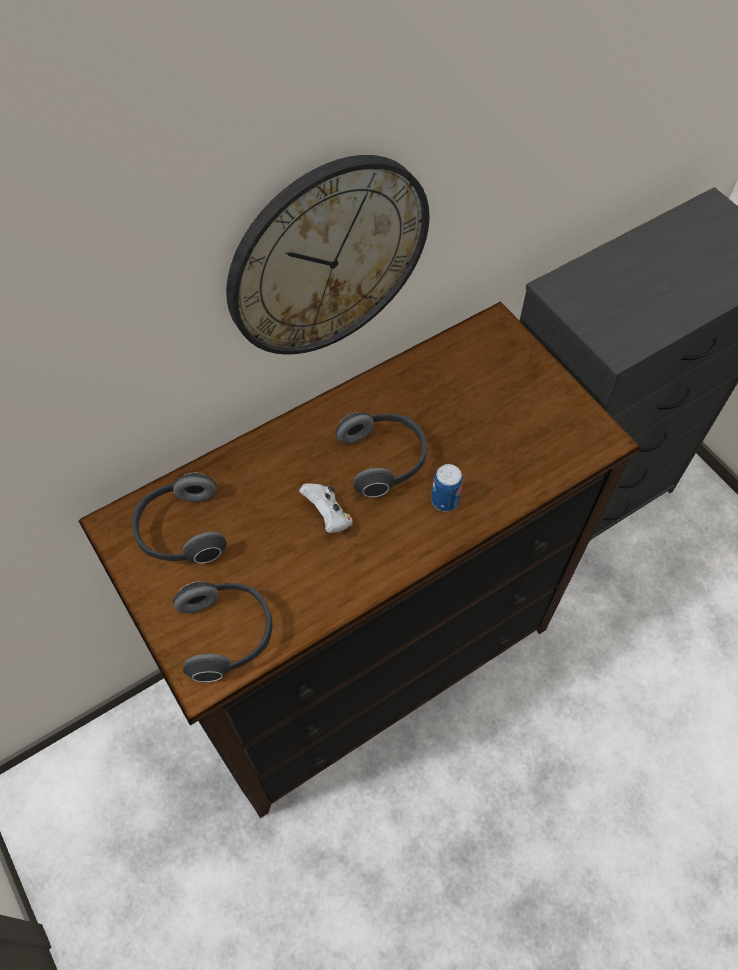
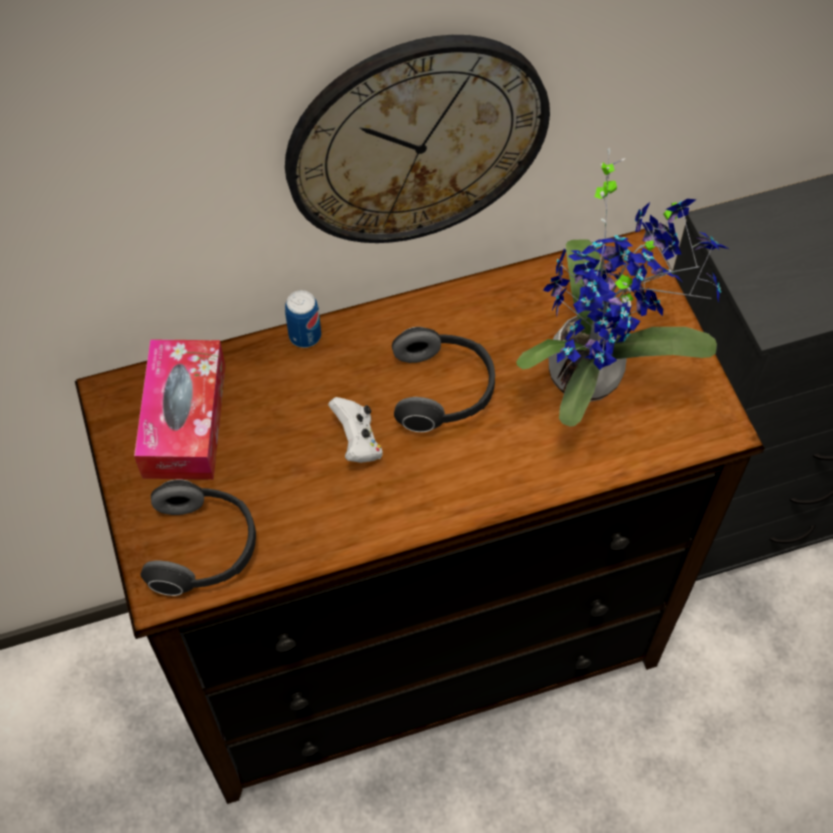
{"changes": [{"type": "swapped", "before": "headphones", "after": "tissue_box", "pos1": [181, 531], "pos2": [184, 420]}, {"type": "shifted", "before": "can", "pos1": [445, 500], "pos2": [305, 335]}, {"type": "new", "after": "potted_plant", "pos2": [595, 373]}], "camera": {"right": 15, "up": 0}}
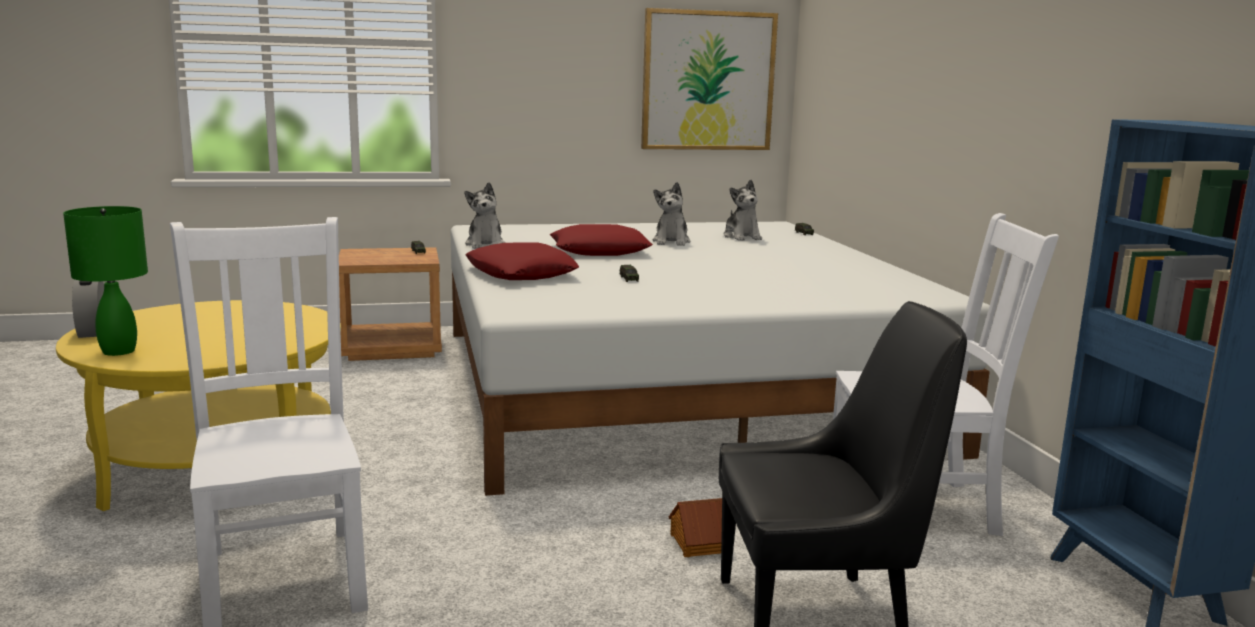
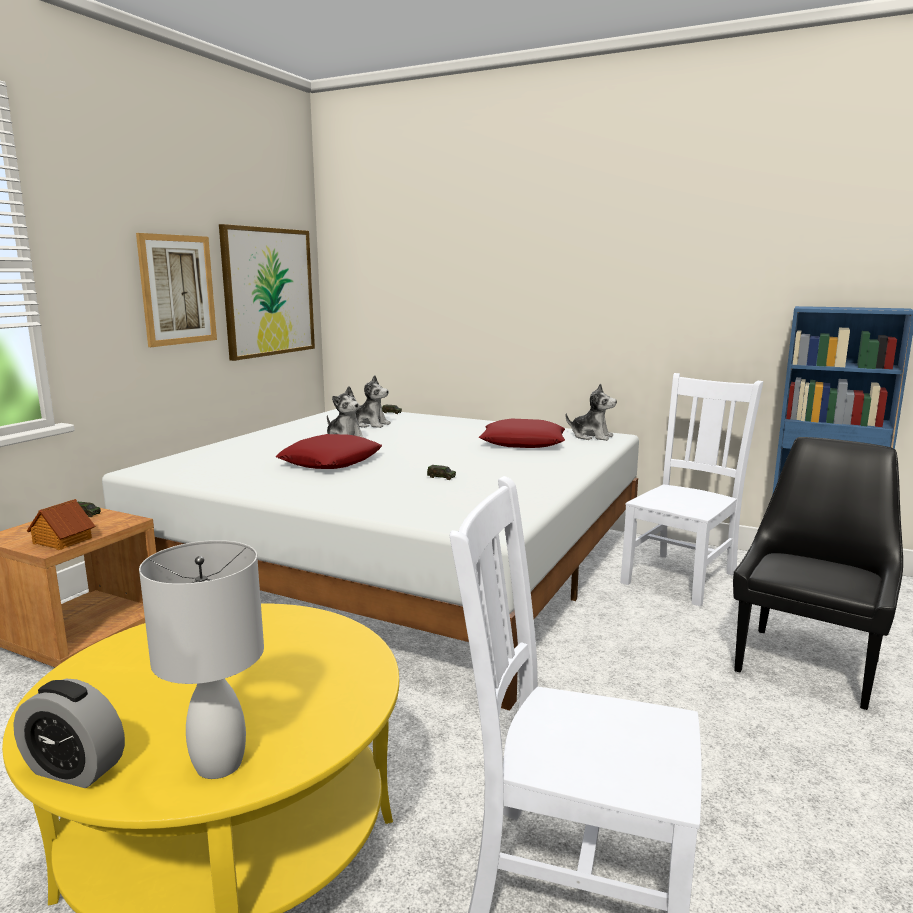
{"changes": [{"type": "repainted", "before": "green_table_lamp", "after": "white_table_lamp", "pos1": [117, 351], "pos2": [217, 765]}, {"type": "shifted", "before": "plush_toy", "pos1": [485, 245], "pos2": [591, 436]}, {"type": "shifted", "before": "red_pillow", "pos1": [520, 273], "pos2": [522, 442]}, {"type": "shifted", "before": "toy_house", "pos1": [698, 543], "pos2": [62, 541]}, {"type": "new", "after": "picture", "pos2": [177, 290]}], "camera": {"right": -50, "up": 0}}
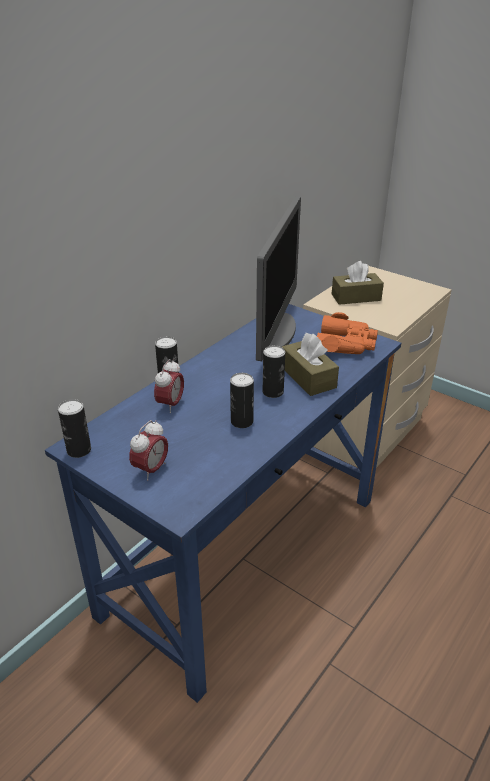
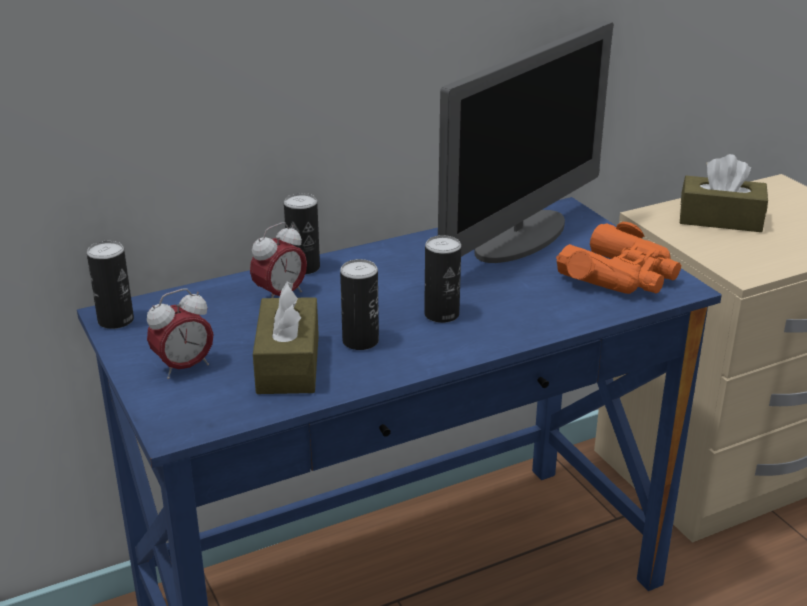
{"changes": [{"type": "shifted", "before": "brown_tissue_box", "pos1": [308, 377], "pos2": [288, 364]}], "camera": {"right": 25, "up": -5}}
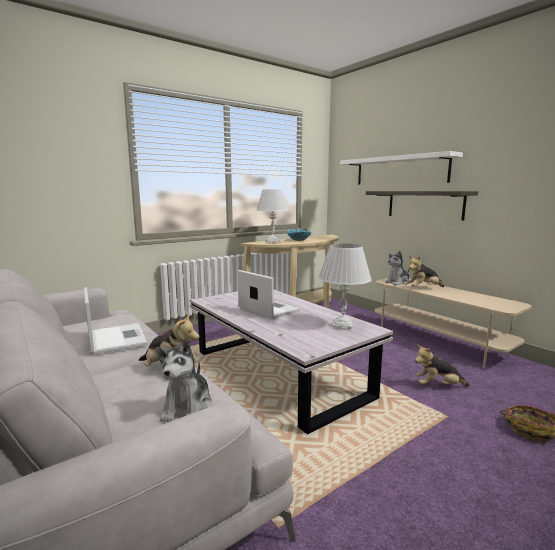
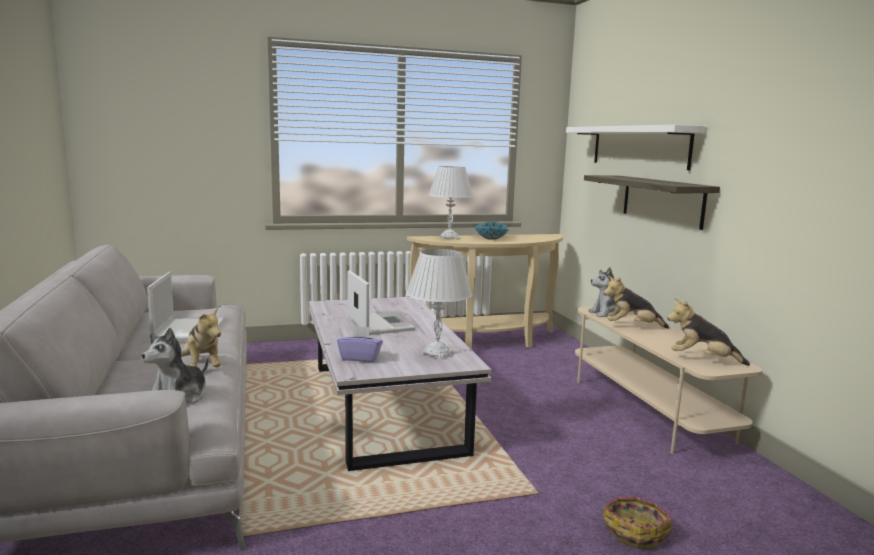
{"changes": [{"type": "shifted", "before": "plush_toy", "pos1": [438, 386], "pos2": [702, 359]}, {"type": "new", "after": "purple_tissue_box", "pos2": [360, 358]}], "camera": {"right": 20, "up": 0}}
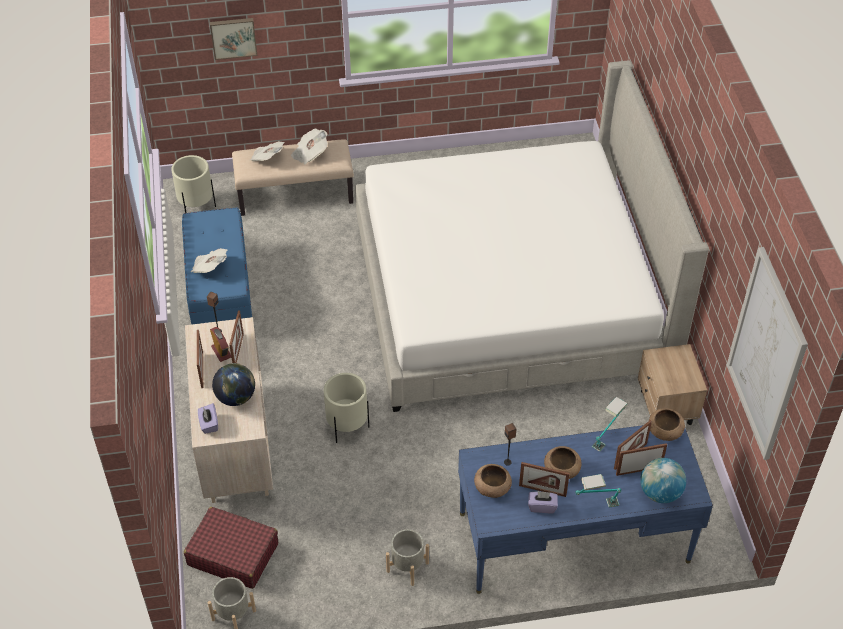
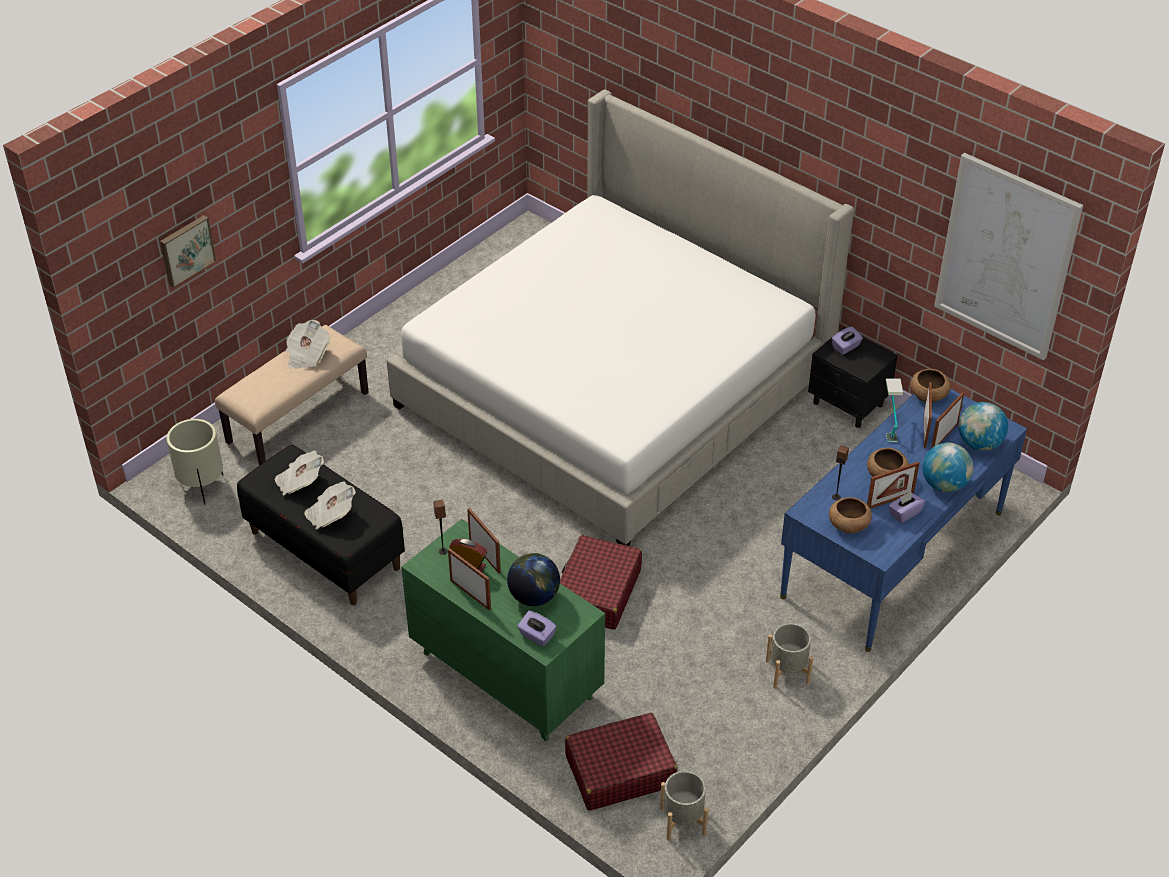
{"changes": [{"type": "repainted", "before": "blue_bench", "after": "black_bench", "pos1": [220, 291], "pos2": [324, 550]}, {"type": "repainted", "before": "beige_dresser", "after": "green_dresser", "pos1": [235, 443], "pos2": [505, 675]}, {"type": "shifted", "before": "newspaper", "pos1": [267, 158], "pos2": [300, 482]}, {"type": "swapped", "before": "beige_planter", "after": "red_suitcase", "pos1": [347, 427], "pos2": [597, 592]}, {"type": "swapped", "before": "table_lamp", "after": "globe", "pos1": [596, 505], "pos2": [944, 485]}, {"type": "repainted", "before": "beige_nightstand", "after": "black_nightstand", "pos1": [666, 407], "pos2": [848, 404]}, {"type": "new", "after": "purple_tissue_box", "pos2": [846, 347]}], "camera": {"right": -40, "up": -5}}
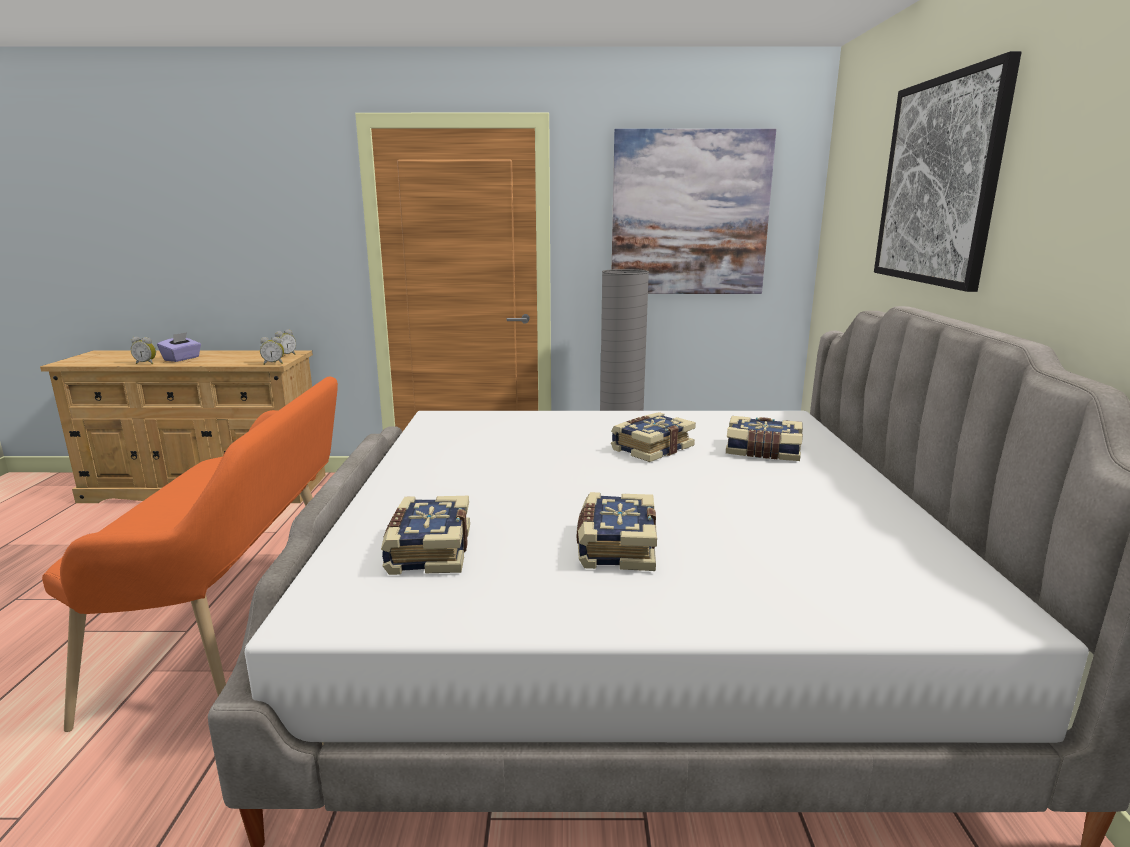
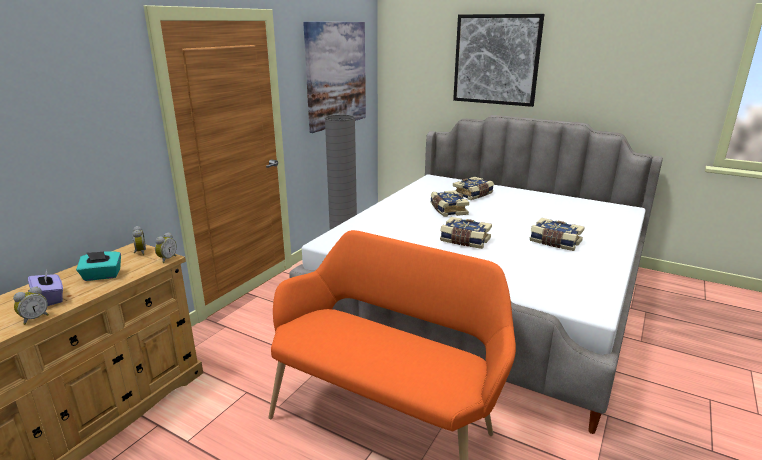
{"changes": [{"type": "shifted", "before": "book", "pos1": [427, 551], "pos2": [465, 241]}, {"type": "new", "after": "turquoise_tissue_box", "pos2": [102, 276]}], "camera": {"right": -60, "up": 5}}
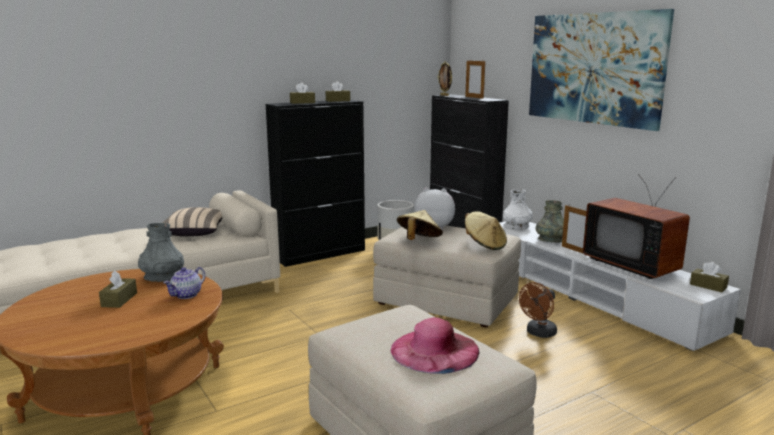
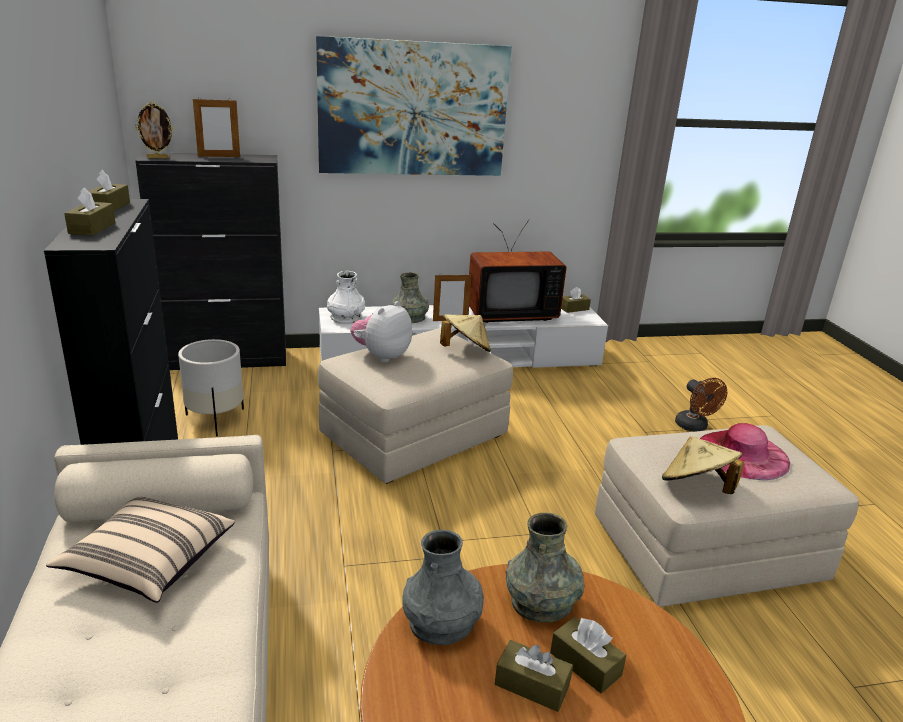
{"changes": [{"type": "swapped", "before": "teapot", "after": "grey_vase", "pos1": [186, 295], "pos2": [541, 601]}, {"type": "shifted", "before": "beige_hat", "pos1": [418, 241], "pos2": [696, 487]}, {"type": "shifted", "before": "brown_fan", "pos1": [538, 333], "pos2": [694, 427]}, {"type": "new", "after": "brown_tissue_box", "pos2": [585, 664]}], "camera": {"right": -70, "up": 10}}
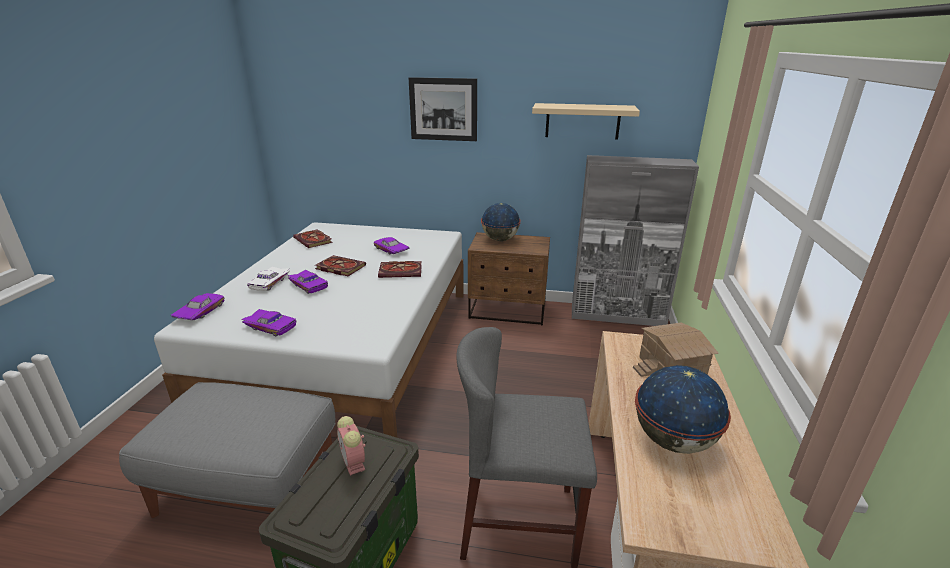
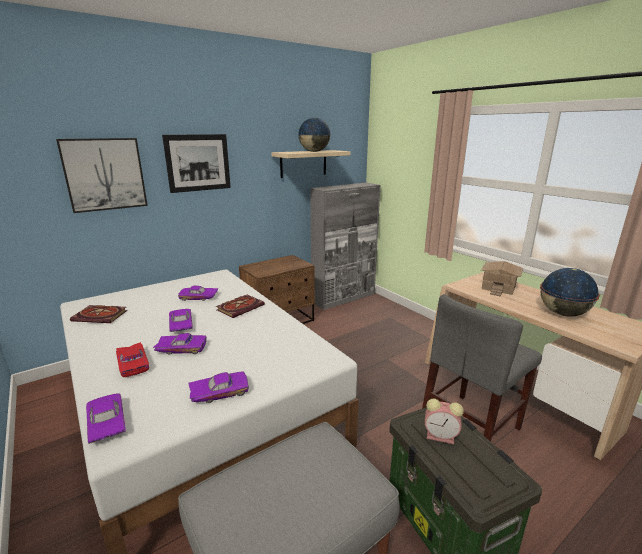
{"changes": [{"type": "repainted", "before": "white_toy_car", "after": "red_toy_car", "pos1": [271, 283], "pos2": [135, 363]}, {"type": "swapped", "before": "book", "after": "purple_toy_car", "pos1": [339, 267], "pos2": [180, 325]}, {"type": "shifted", "before": "globe", "pos1": [500, 240], "pos2": [314, 151]}, {"type": "new", "after": "picture", "pos2": [104, 174]}], "camera": {"right": -45, "up": -5}}
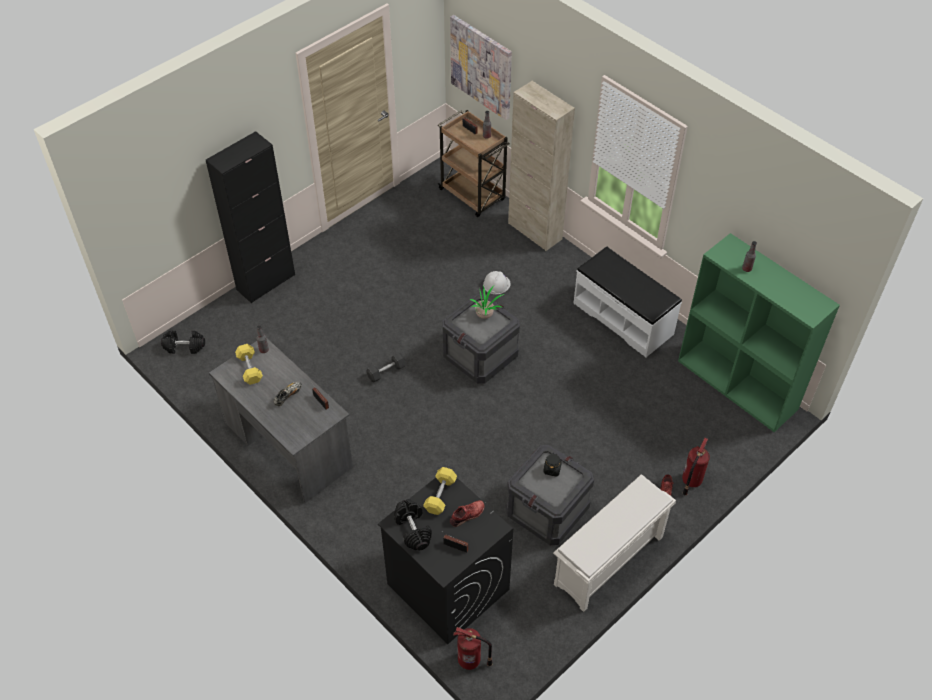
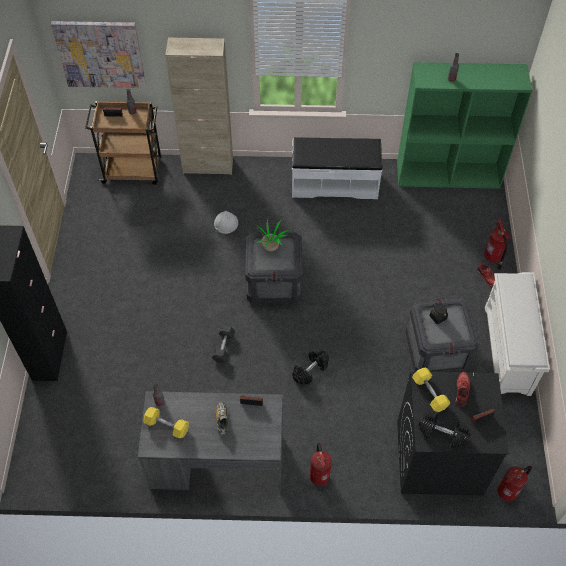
{"changes": [{"type": "shifted", "before": "black_dumbbell", "pos1": [184, 346], "pos2": [310, 370]}, {"type": "new", "after": "fire_extinguisher", "pos2": [319, 475]}], "camera": {"right": -45, "up": 5}}
